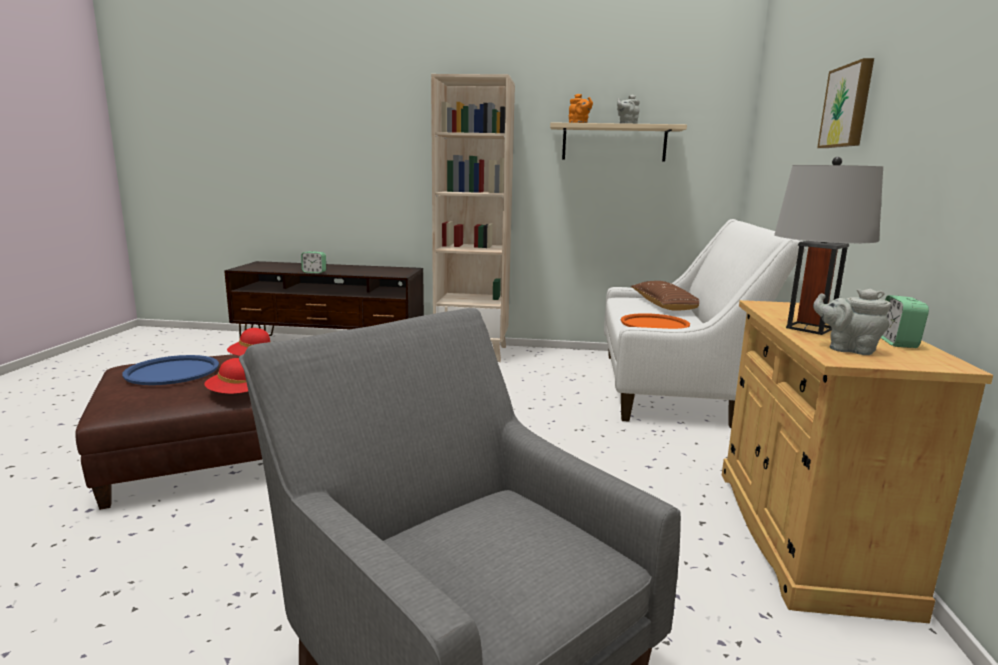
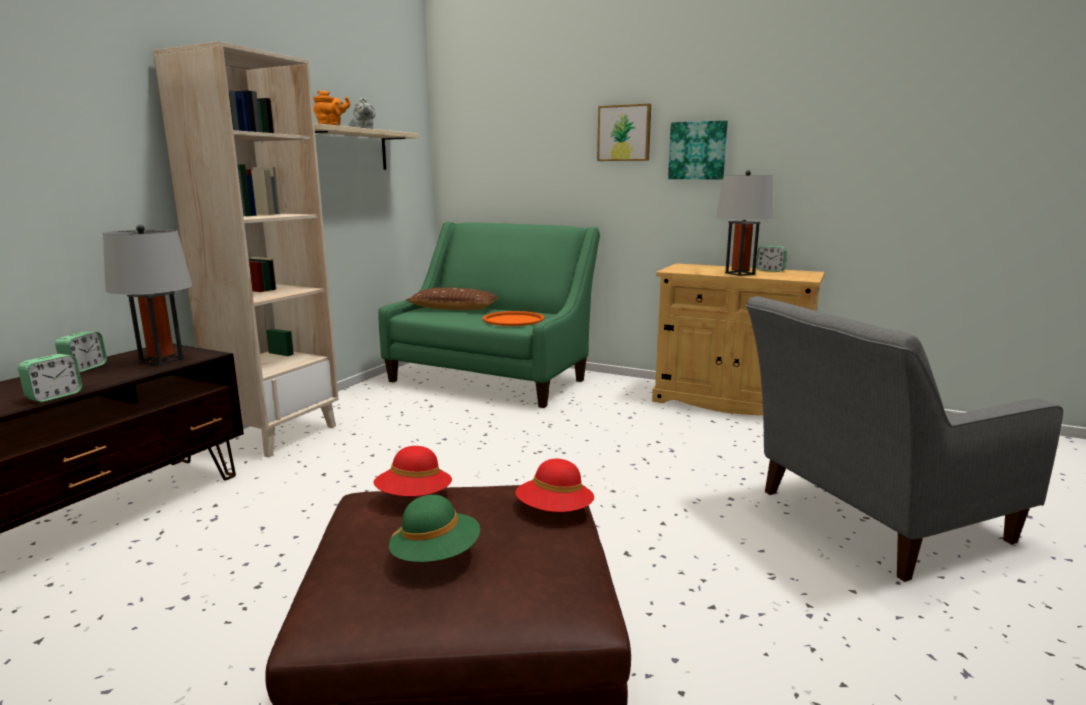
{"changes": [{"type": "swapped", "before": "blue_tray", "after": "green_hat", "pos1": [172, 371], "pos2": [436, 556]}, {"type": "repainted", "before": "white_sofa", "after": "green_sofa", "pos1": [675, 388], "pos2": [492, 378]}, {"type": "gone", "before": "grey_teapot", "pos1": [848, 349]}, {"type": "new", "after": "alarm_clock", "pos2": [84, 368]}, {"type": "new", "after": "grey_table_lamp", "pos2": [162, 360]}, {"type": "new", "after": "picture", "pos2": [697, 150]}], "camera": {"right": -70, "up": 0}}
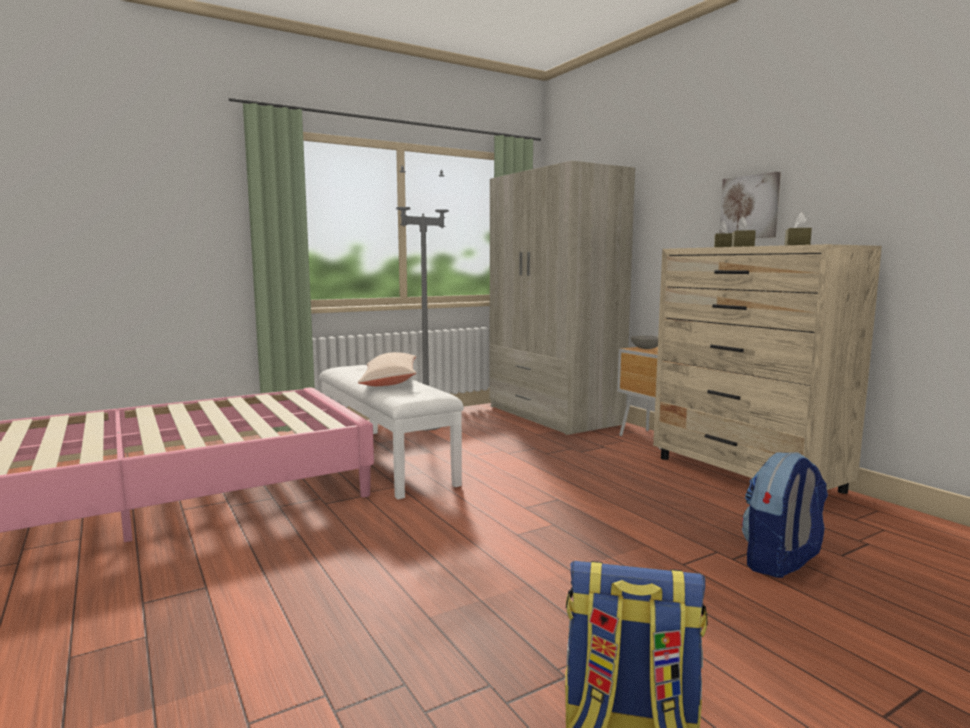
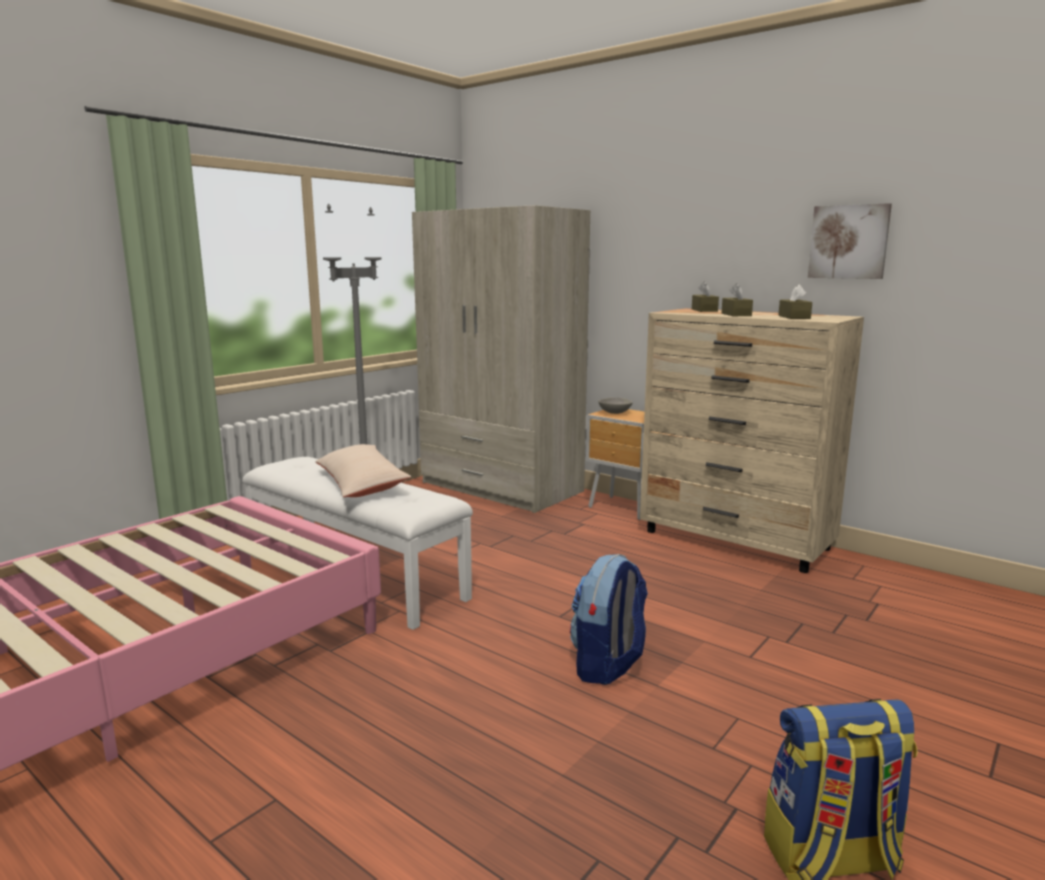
{"changes": [{"type": "shifted", "before": "picture", "pos1": [750, 207], "pos2": [849, 242]}, {"type": "shifted", "before": "backpack", "pos1": [780, 563], "pos2": [608, 665]}], "camera": {"right": -20, "up": 5}}
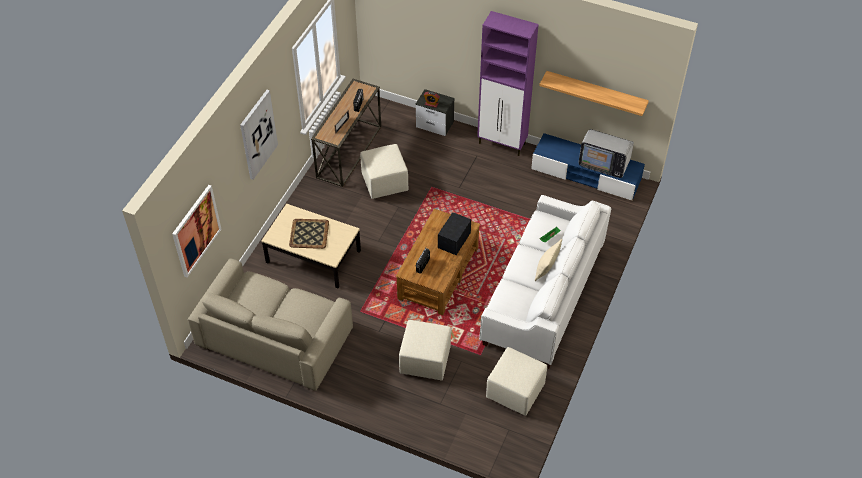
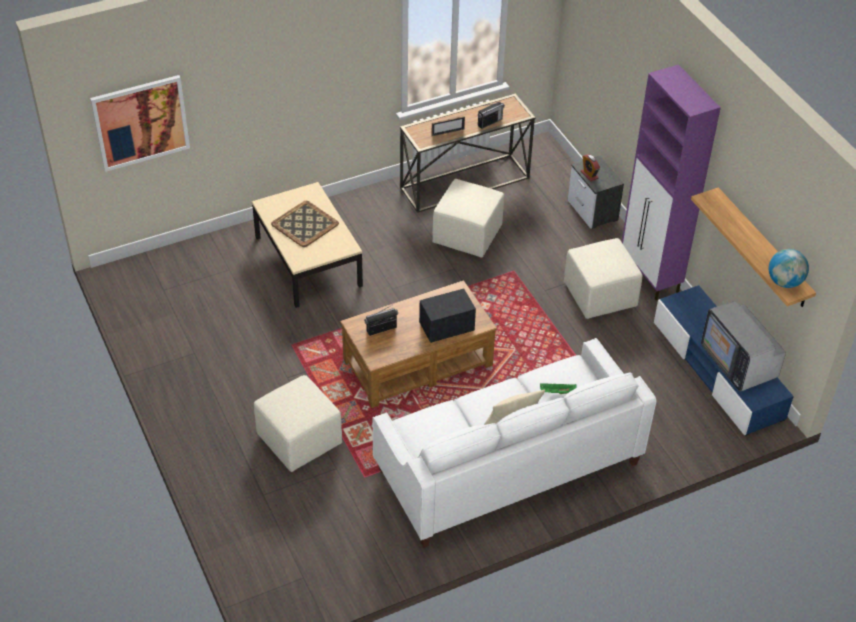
{"changes": [{"type": "gone", "before": "beige_sofa", "pos1": [275, 336]}, {"type": "gone", "before": "picture", "pos1": [258, 134]}, {"type": "shifted", "before": "beige_ottoman", "pos1": [516, 391], "pos2": [600, 296]}, {"type": "new", "after": "globe", "pos2": [784, 282]}], "camera": {"right": 40, "up": -5}}
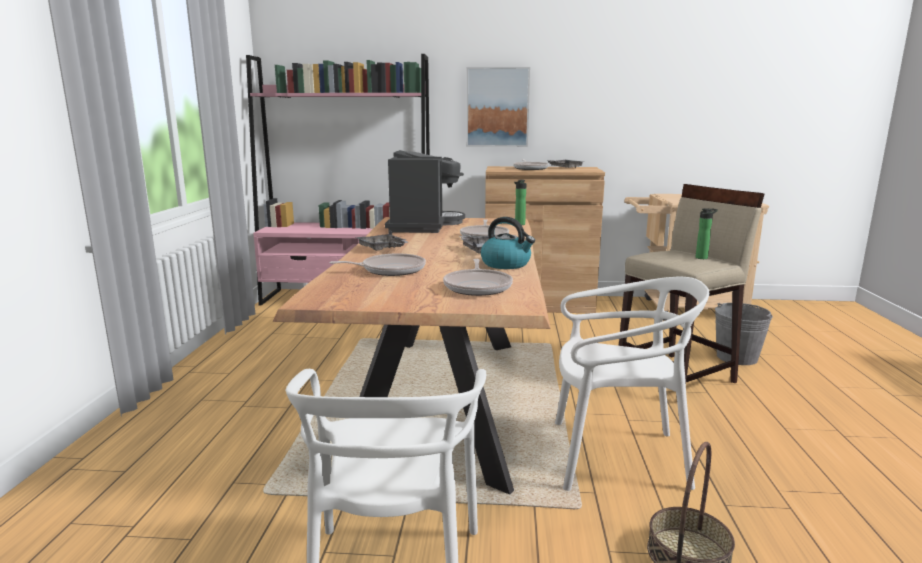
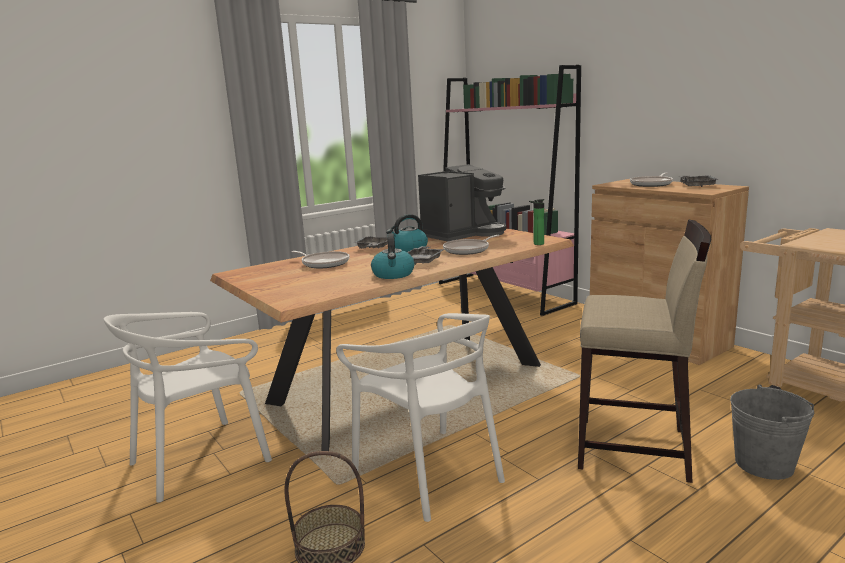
{"changes": [{"type": "gone", "before": "frying_pan", "pos1": [478, 287]}, {"type": "gone", "before": "picture", "pos1": [497, 107]}, {"type": "gone", "before": "bottle", "pos1": [703, 258]}, {"type": "new", "after": "kettle", "pos2": [409, 249]}], "camera": {"right": 50, "up": 0}}
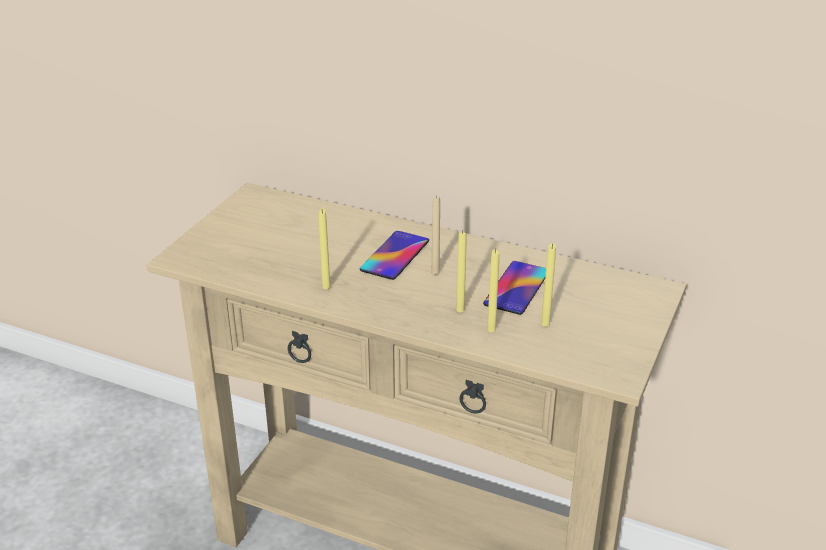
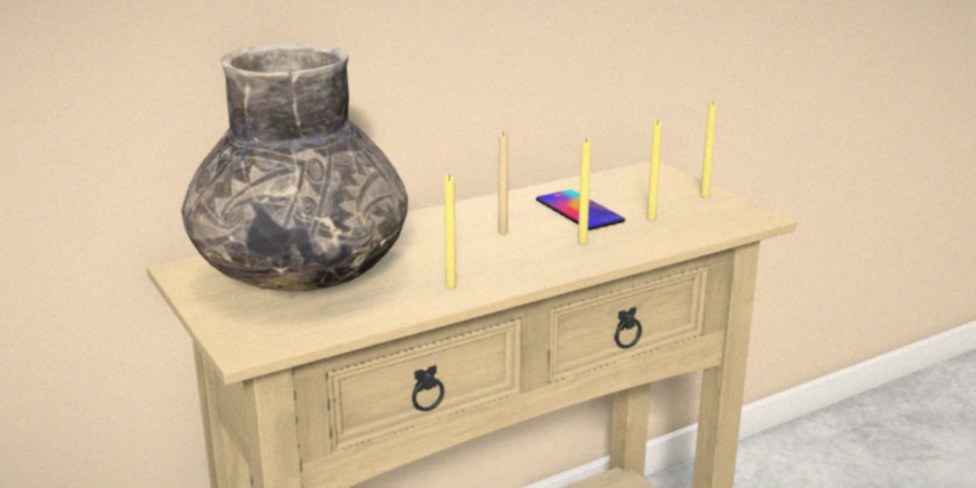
{"changes": [{"type": "gone", "before": "phone", "pos1": [395, 255]}, {"type": "shifted", "before": "yellow_candle", "pos1": [491, 330], "pos2": [704, 195]}, {"type": "new", "after": "grey_vase", "pos2": [300, 271]}], "camera": {"right": -55, "up": -10}}
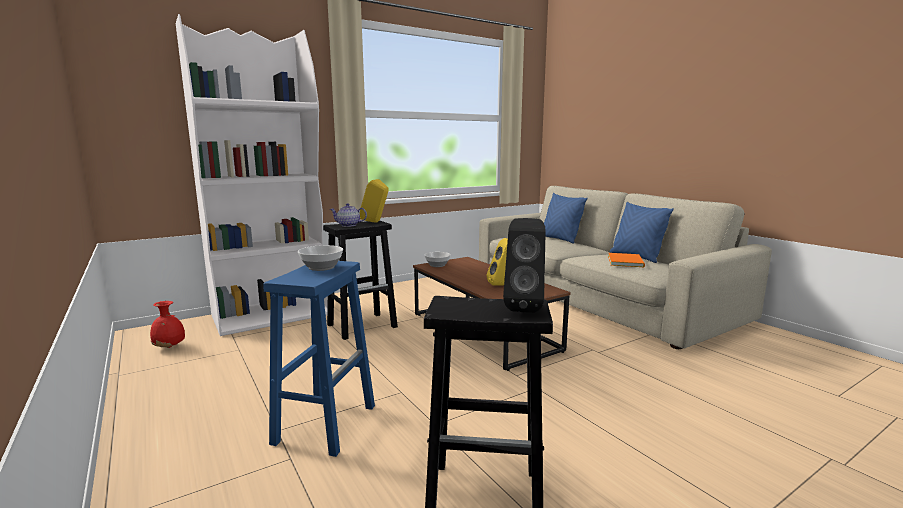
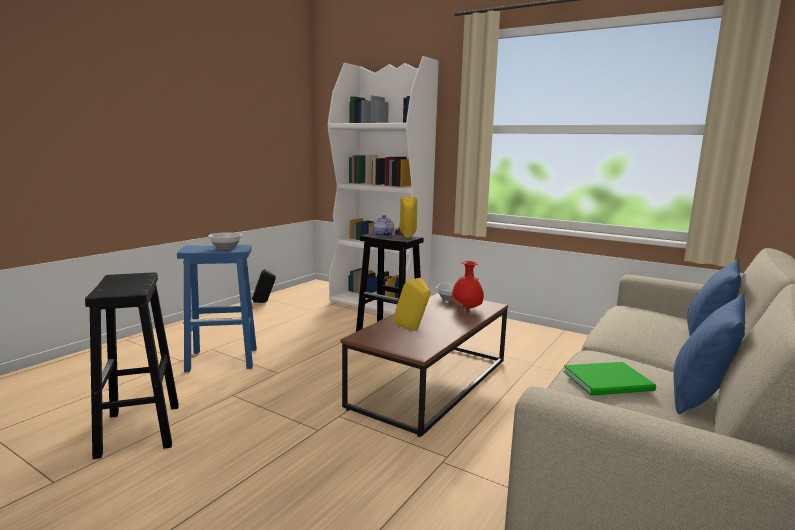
{"changes": [{"type": "shifted", "before": "red_vase", "pos1": [170, 347], "pos2": [467, 309]}, {"type": "shifted", "before": "black_speaker", "pos1": [524, 307], "pos2": [264, 302]}, {"type": "repainted", "before": "orange_book", "after": "green_book", "pos1": [626, 261], "pos2": [610, 381]}], "camera": {"right": 65, "up": 0}}
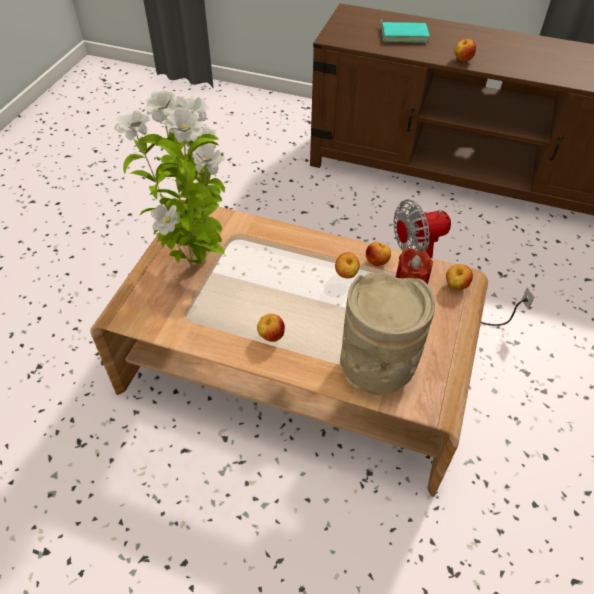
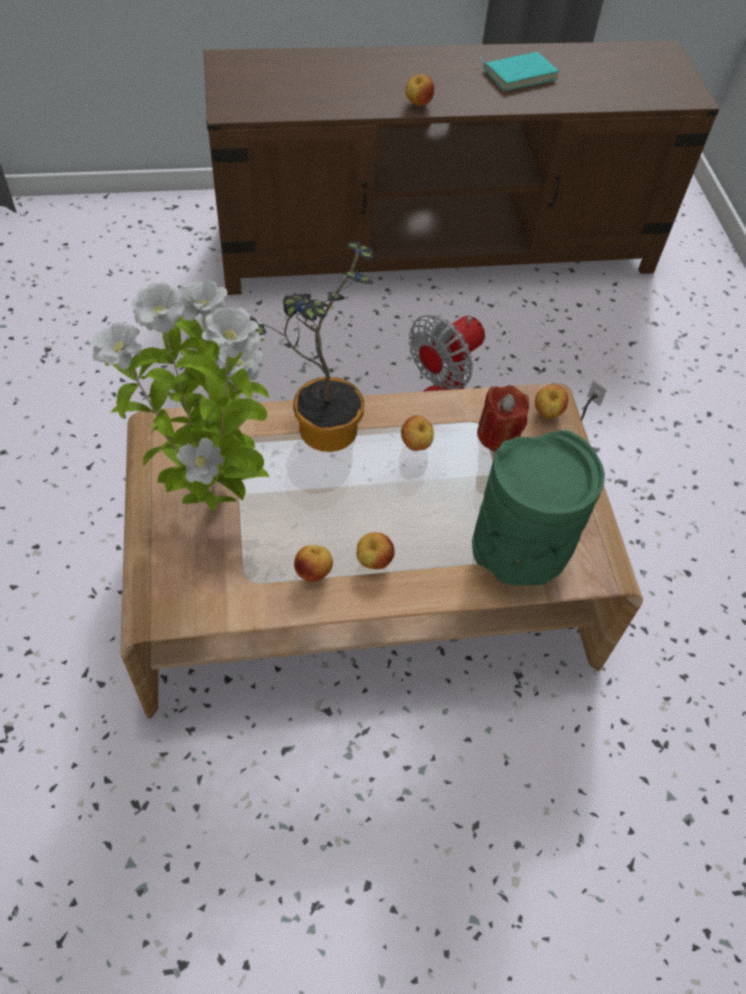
{"changes": [{"type": "repainted", "before": "beige_vase", "after": "green_vase", "pos1": [376, 369], "pos2": [519, 553]}, {"type": "shifted", "before": "apple", "pos1": [377, 262], "pos2": [313, 572]}, {"type": "shifted", "before": "turquoise_book", "pos1": [404, 34], "pos2": [519, 74]}, {"type": "new", "after": "potted_plant", "pos2": [319, 428]}], "camera": {"right": -30, "up": 5}}
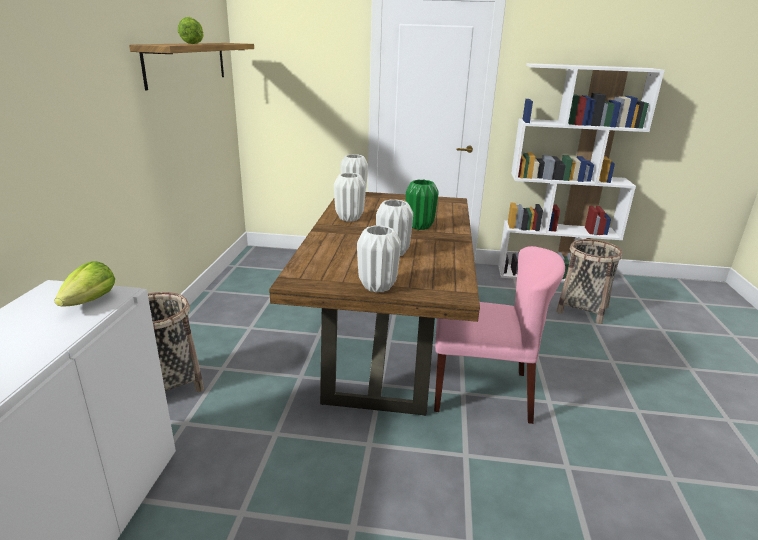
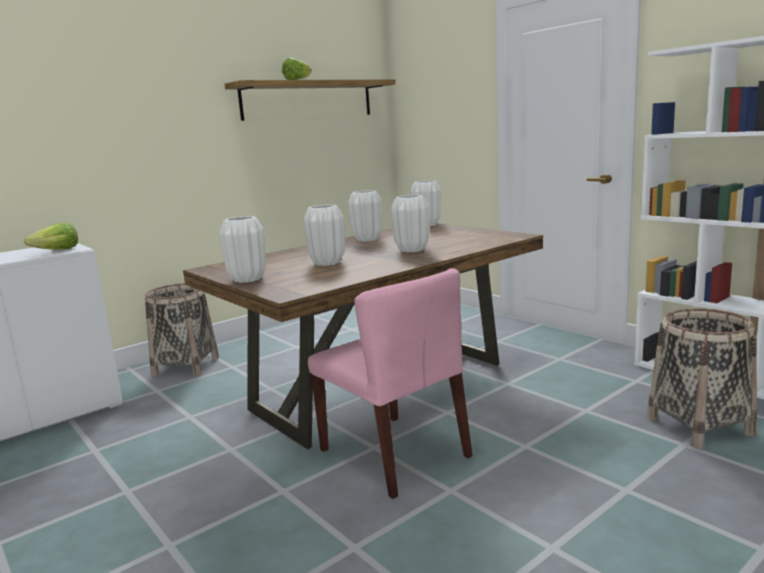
{"changes": [{"type": "repainted", "before": "green_vase", "after": "white_vase", "pos1": [420, 226], "pos2": [412, 250]}], "camera": {"right": 45, "up": -10}}
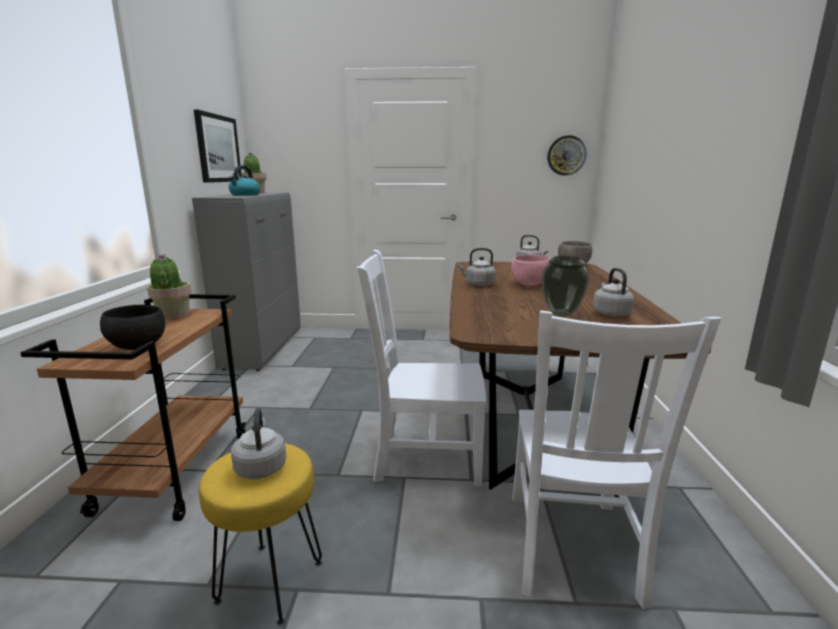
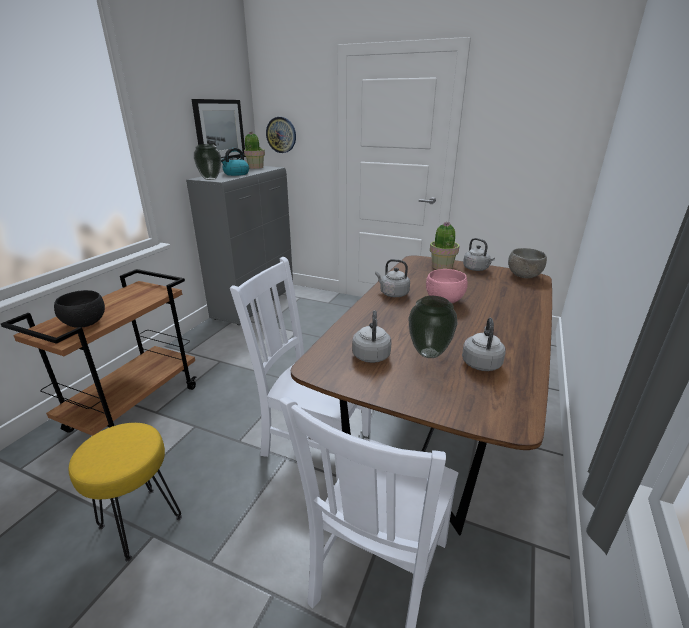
{"changes": [{"type": "shifted", "before": "potted_plant", "pos1": [173, 315], "pos2": [442, 267]}, {"type": "shifted", "before": "grey_kettle", "pos1": [261, 467], "pos2": [371, 354]}, {"type": "shifted", "before": "wall_clock", "pos1": [566, 155], "pos2": [281, 135]}, {"type": "new", "after": "vase", "pos2": [211, 179]}], "camera": {"right": 20, "up": 10}}
